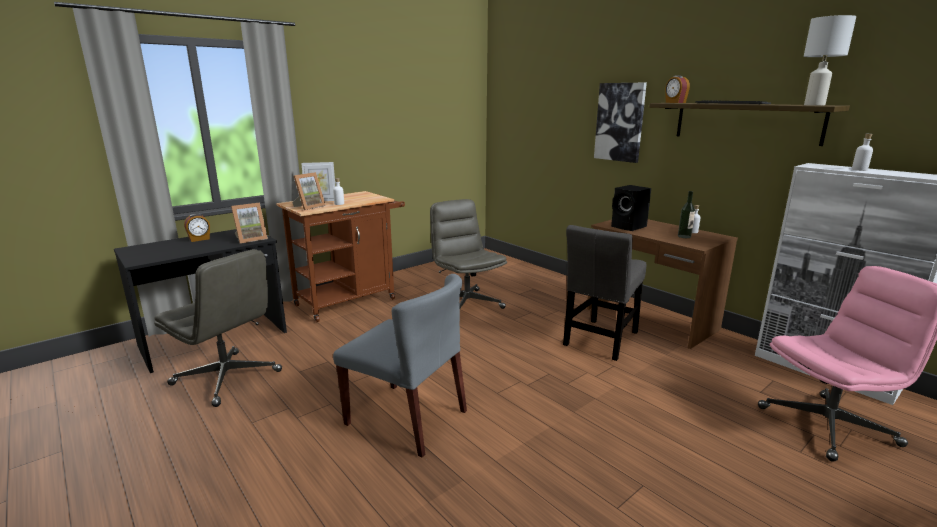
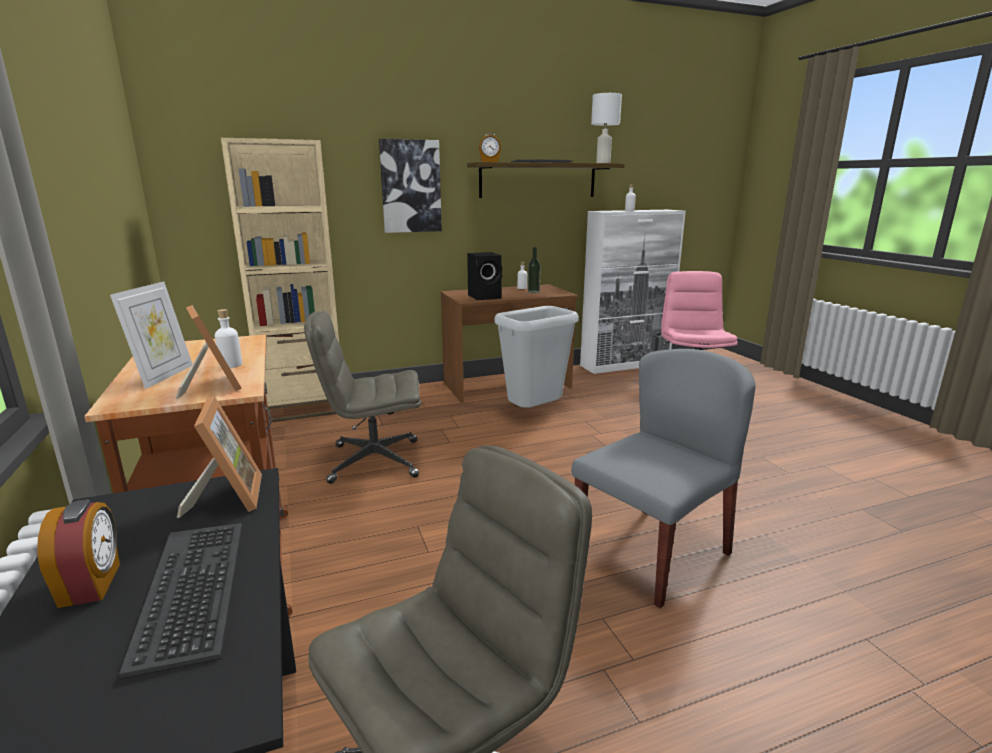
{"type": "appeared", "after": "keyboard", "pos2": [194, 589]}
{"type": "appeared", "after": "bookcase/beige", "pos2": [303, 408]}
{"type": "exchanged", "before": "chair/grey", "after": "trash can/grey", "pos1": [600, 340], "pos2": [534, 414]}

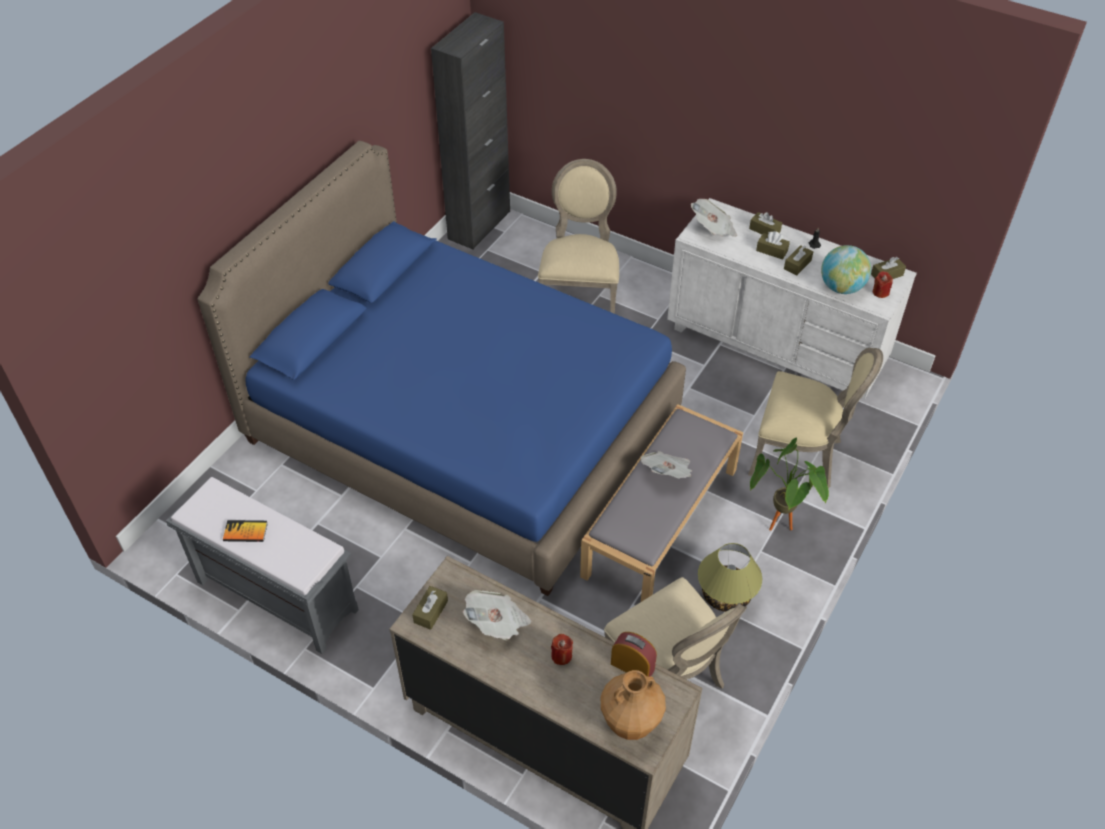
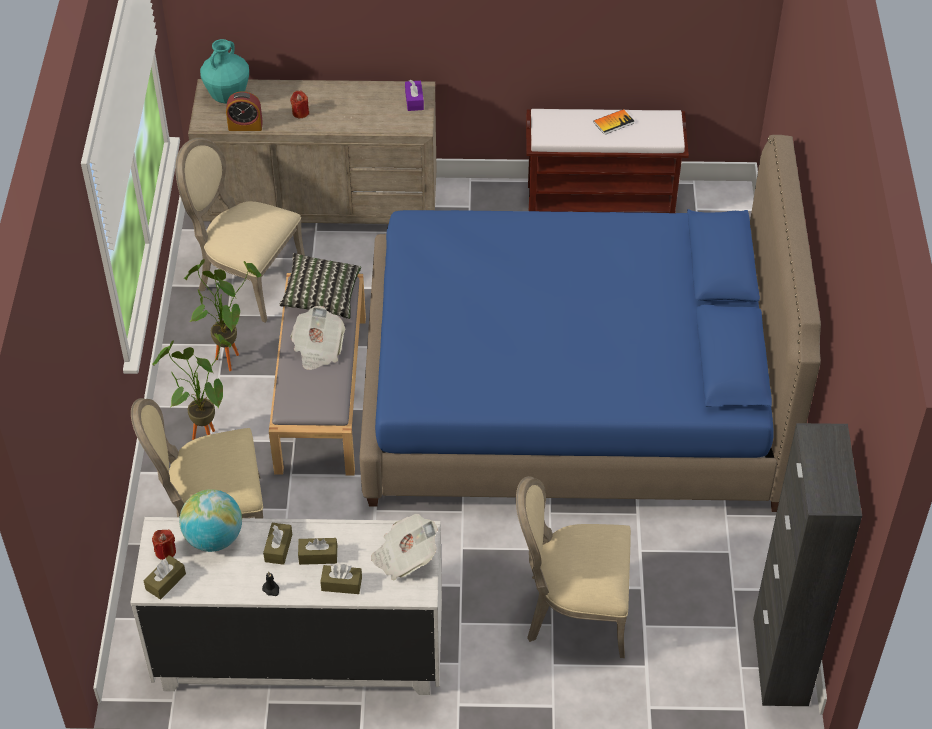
{"type": "missing", "before": "newspaper", "pos1": [498, 623]}
{"type": "appeared", "after": "pillow", "pos2": [322, 296]}
{"type": "exchanged", "before": "table lamp", "after": "potted plant", "pos1": [726, 595], "pos2": [228, 356]}
{"type": "colour", "before": "bench/grey", "after": "bench/brown", "pos1": [275, 595], "pos2": [602, 202]}
{"type": "colour", "before": "tissue box/brown", "after": "tissue box/purple", "pos1": [431, 611], "pos2": [414, 100]}
{"type": "colour", "before": "vase/brown", "after": "vase/turquoise", "pos1": [630, 723], "pos2": [228, 96]}
{"type": "spun", "before": "chair/beige", "pos1": [579, 296], "pos2": [573, 610], "turn": 120}

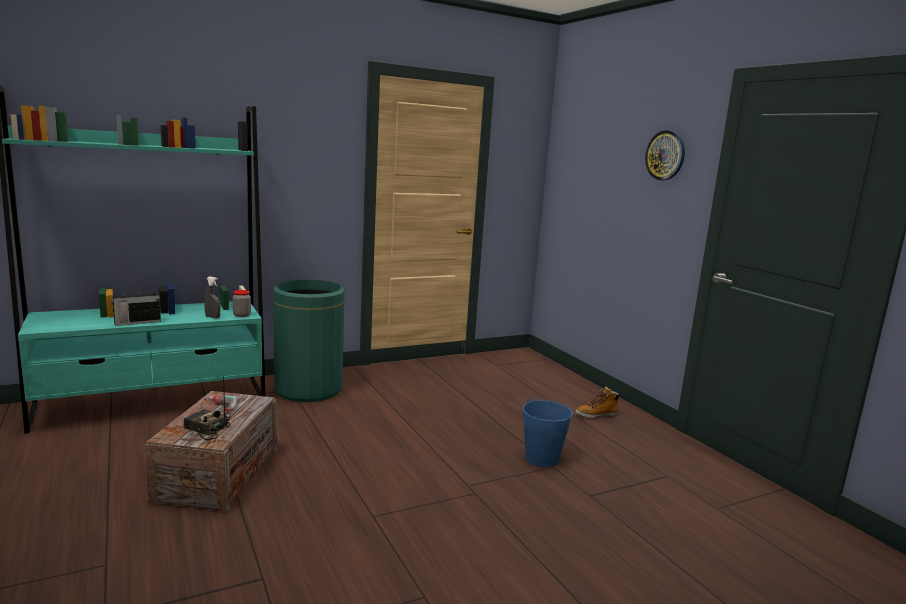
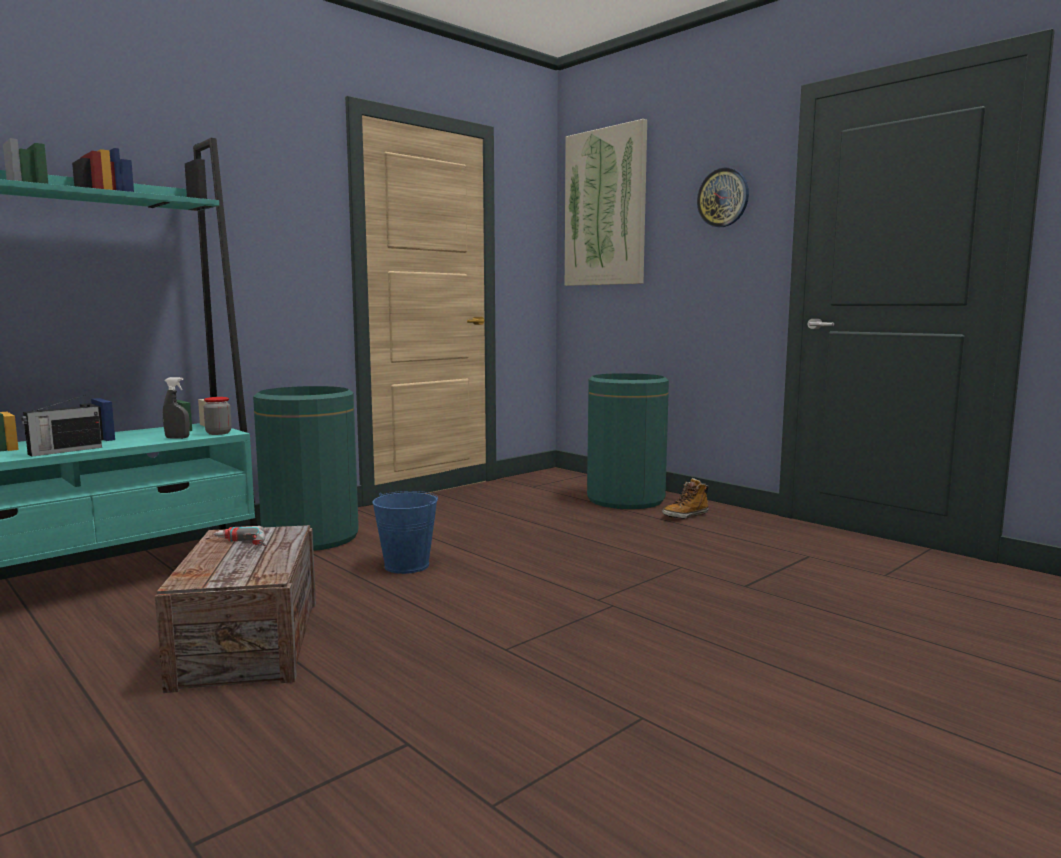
{"type": "missing", "before": "radio", "pos1": [206, 429]}
{"type": "appeared", "after": "picture", "pos2": [605, 208]}
{"type": "appeared", "after": "trash can/green", "pos2": [625, 499]}
{"type": "relocated", "before": "bucket/blue", "pos1": [542, 458], "pos2": [406, 566]}

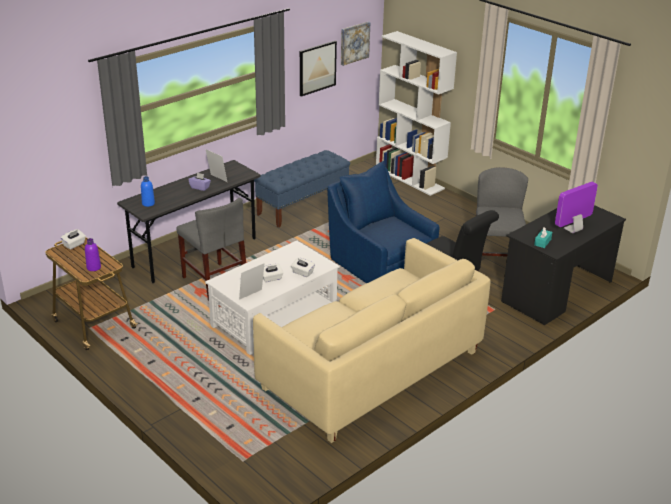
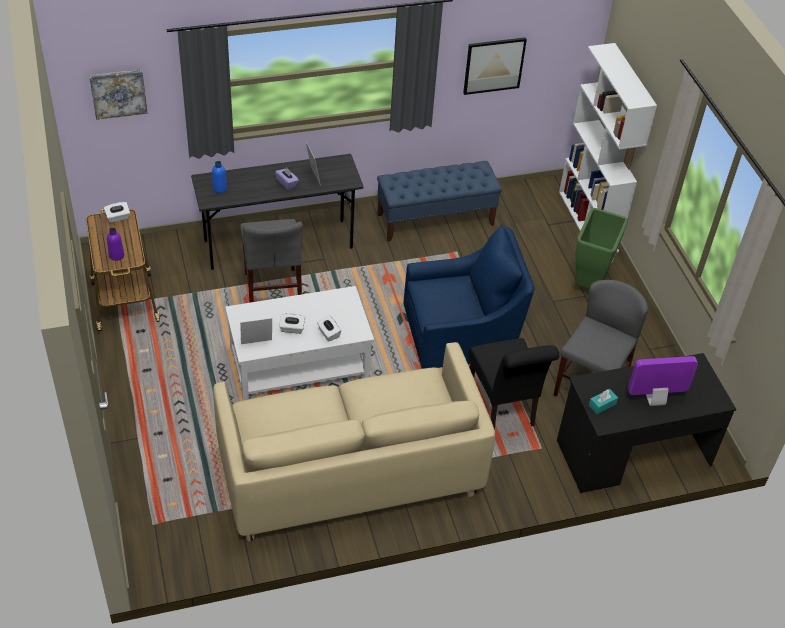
{"type": "appeared", "after": "trash can/green", "pos2": [589, 284]}
{"type": "relocated", "before": "picture", "pos1": [354, 43], "pos2": [118, 93]}
{"type": "spun", "before": "armchair/blue", "pos1": [380, 263], "pos2": [462, 333], "turn": 90}

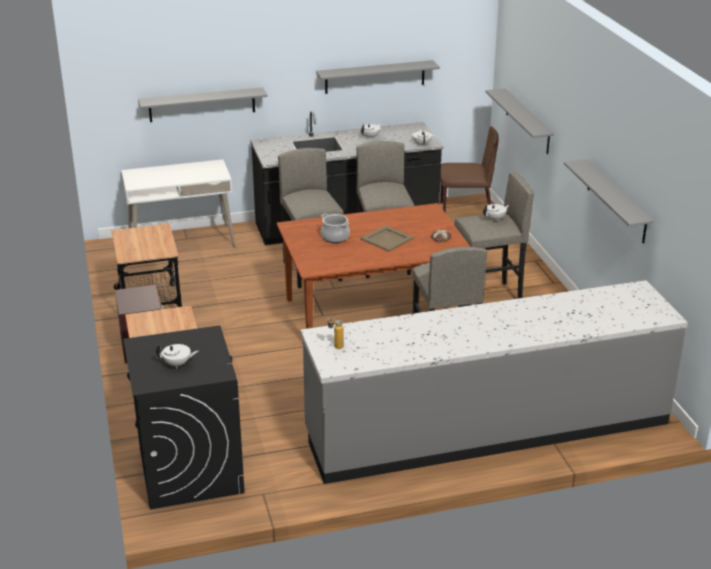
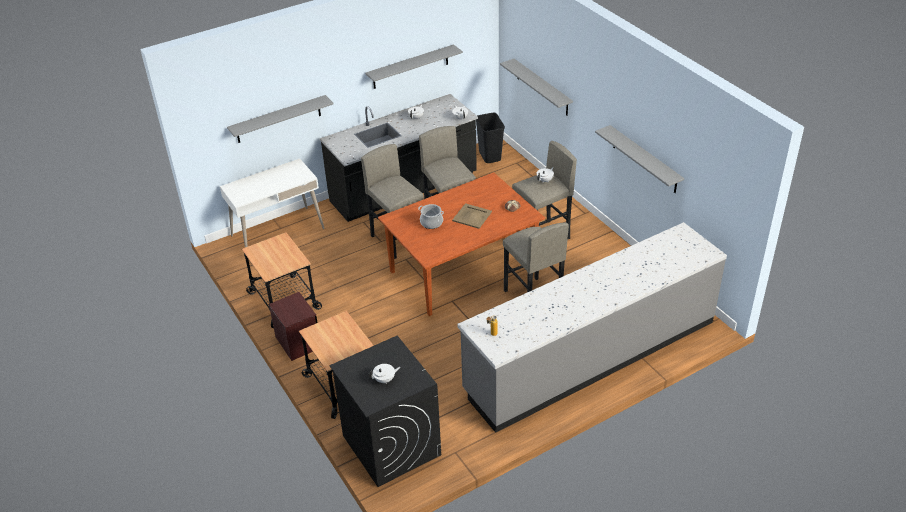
{"type": "exchanged", "before": "chair/brown", "after": "trash can/black", "pos1": [465, 211], "pos2": [490, 156]}

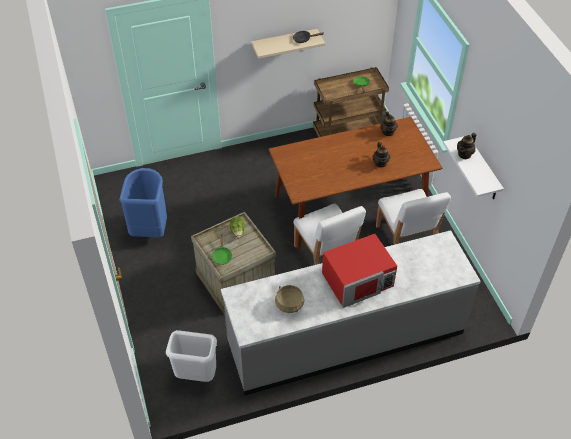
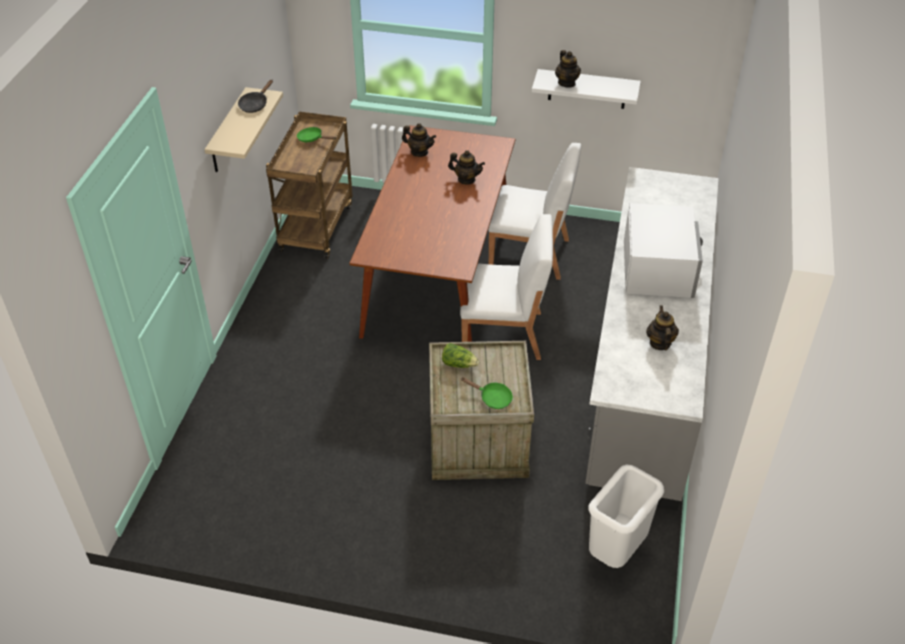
{"type": "missing", "before": "trash can/blue", "pos1": [150, 229]}
{"type": "exchanged", "before": "cooking pot/beige", "after": "teapot", "pos1": [289, 304], "pos2": [660, 343]}
{"type": "colour", "before": "microwave/red", "after": "microwave/white", "pos1": [358, 280], "pos2": [657, 267]}

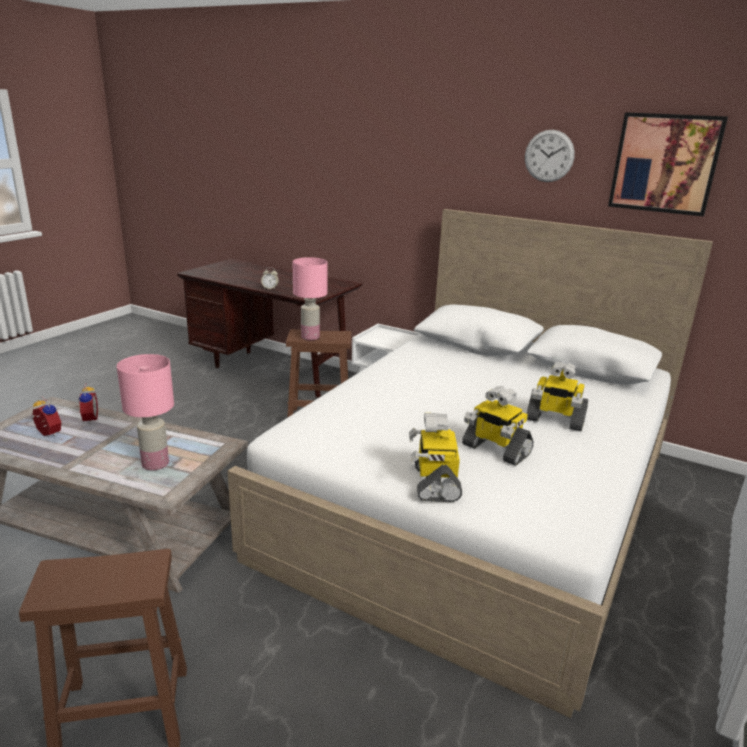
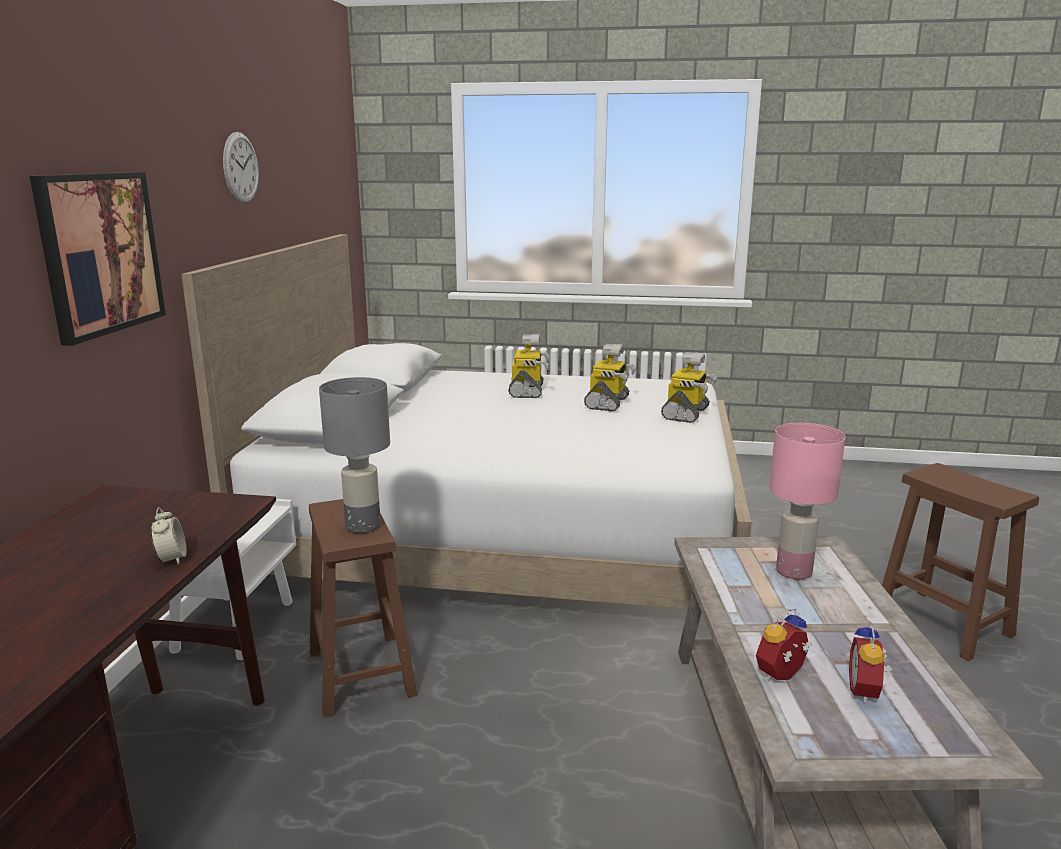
{"type": "relocated", "before": "picture", "pos1": [665, 163], "pos2": [100, 253]}
{"type": "colour", "before": "table lamp/pink", "after": "table lamp/grey", "pos1": [311, 337], "pos2": [363, 526]}
{"type": "spun", "before": "toy robot", "pos1": [434, 482], "pos2": [686, 414], "turn": -45}

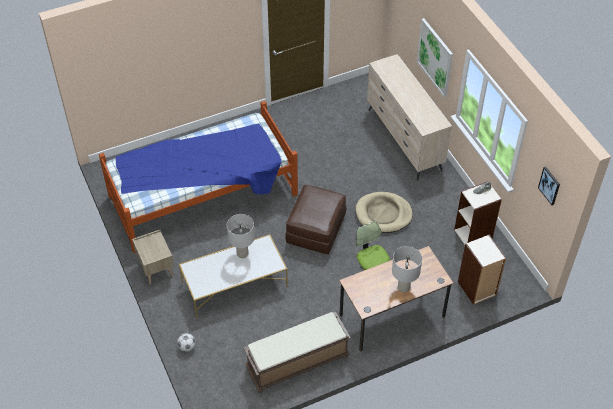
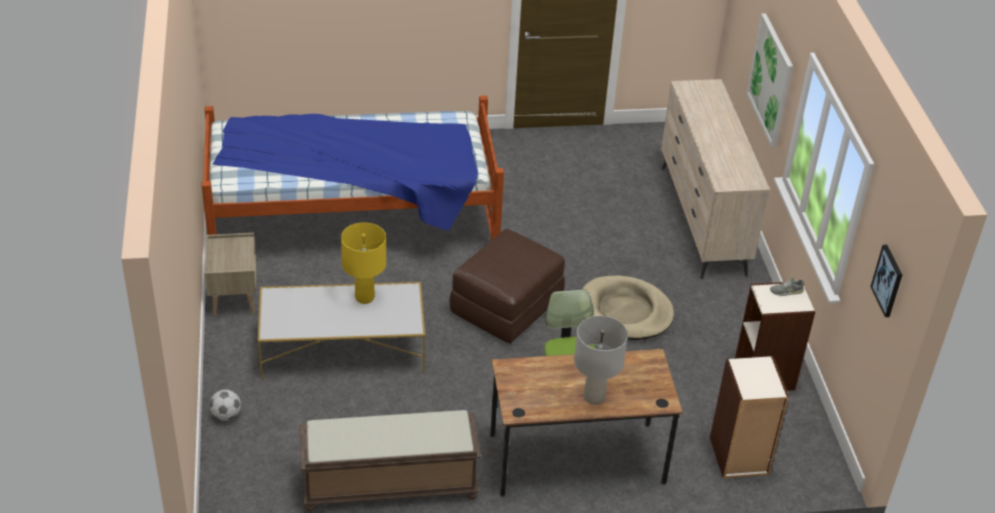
{"type": "colour", "before": "table lamp/grey", "after": "table lamp/yellow", "pos1": [242, 254], "pos2": [365, 298]}

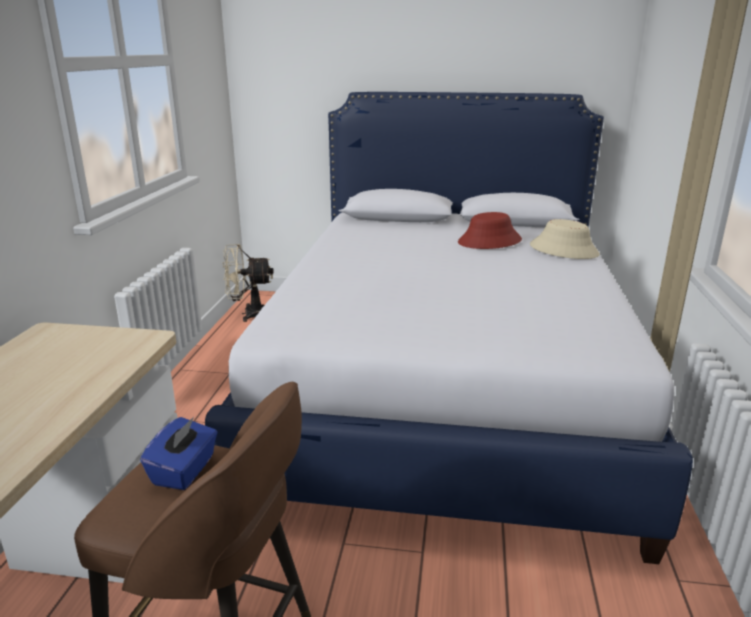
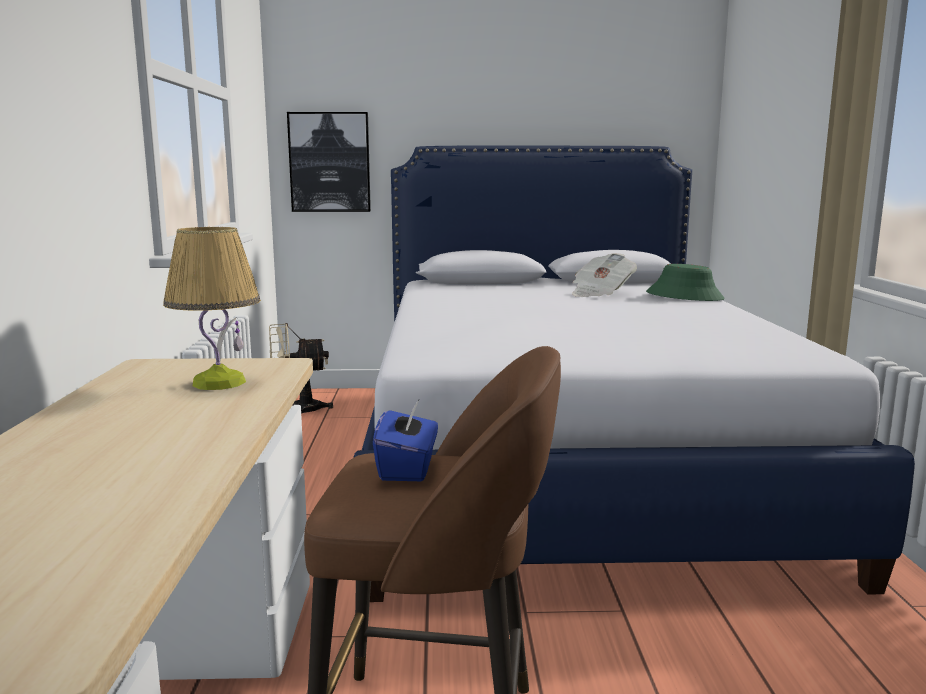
{"type": "appeared", "after": "table lamp", "pos2": [218, 383]}
{"type": "appeared", "after": "picture", "pos2": [330, 162]}
{"type": "exchanged", "before": "hat/red", "after": "newspaper", "pos1": [489, 241], "pos2": [600, 293]}
{"type": "colour", "before": "hat/beige", "after": "hat/green", "pos1": [563, 250], "pos2": [684, 296]}

